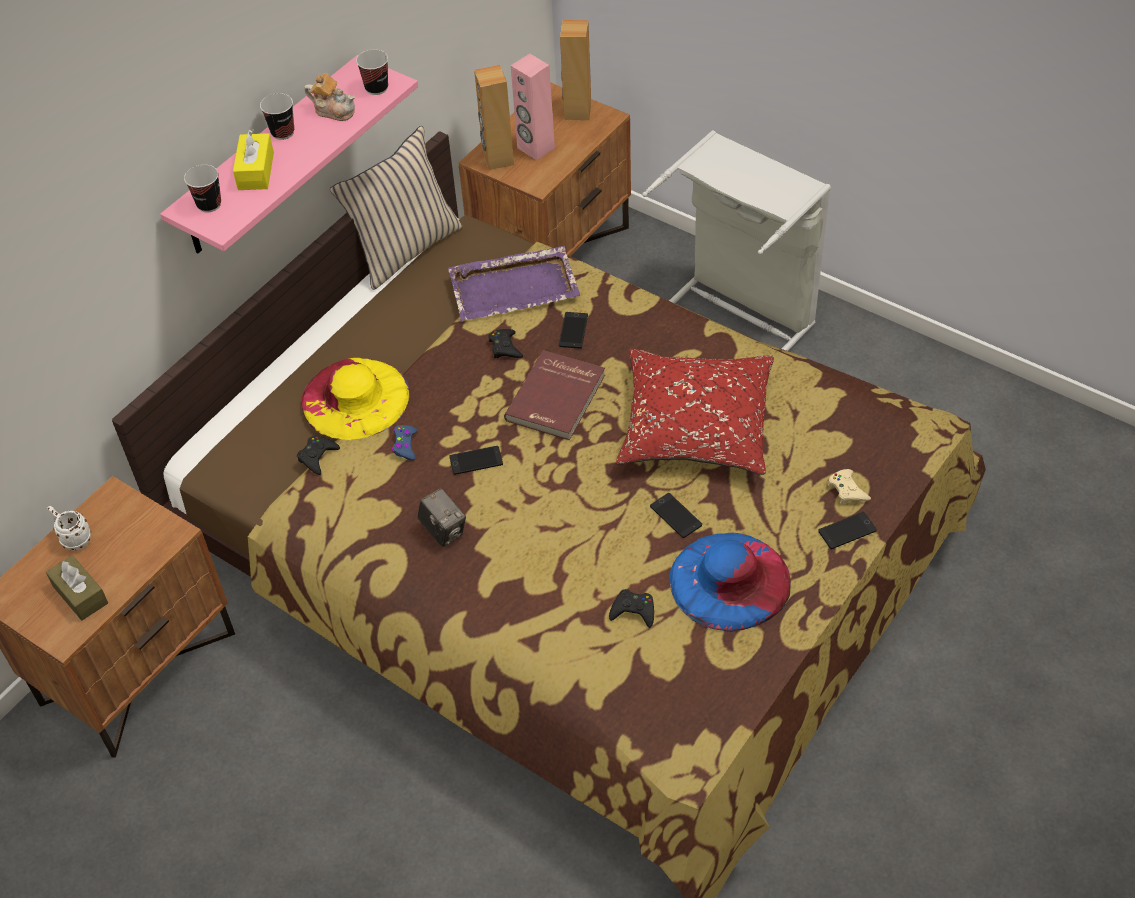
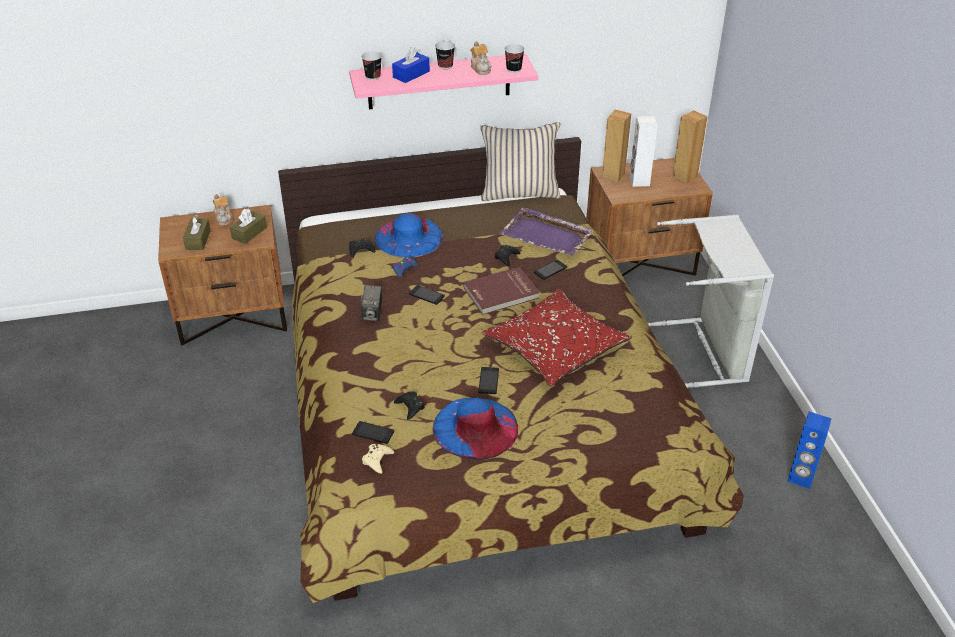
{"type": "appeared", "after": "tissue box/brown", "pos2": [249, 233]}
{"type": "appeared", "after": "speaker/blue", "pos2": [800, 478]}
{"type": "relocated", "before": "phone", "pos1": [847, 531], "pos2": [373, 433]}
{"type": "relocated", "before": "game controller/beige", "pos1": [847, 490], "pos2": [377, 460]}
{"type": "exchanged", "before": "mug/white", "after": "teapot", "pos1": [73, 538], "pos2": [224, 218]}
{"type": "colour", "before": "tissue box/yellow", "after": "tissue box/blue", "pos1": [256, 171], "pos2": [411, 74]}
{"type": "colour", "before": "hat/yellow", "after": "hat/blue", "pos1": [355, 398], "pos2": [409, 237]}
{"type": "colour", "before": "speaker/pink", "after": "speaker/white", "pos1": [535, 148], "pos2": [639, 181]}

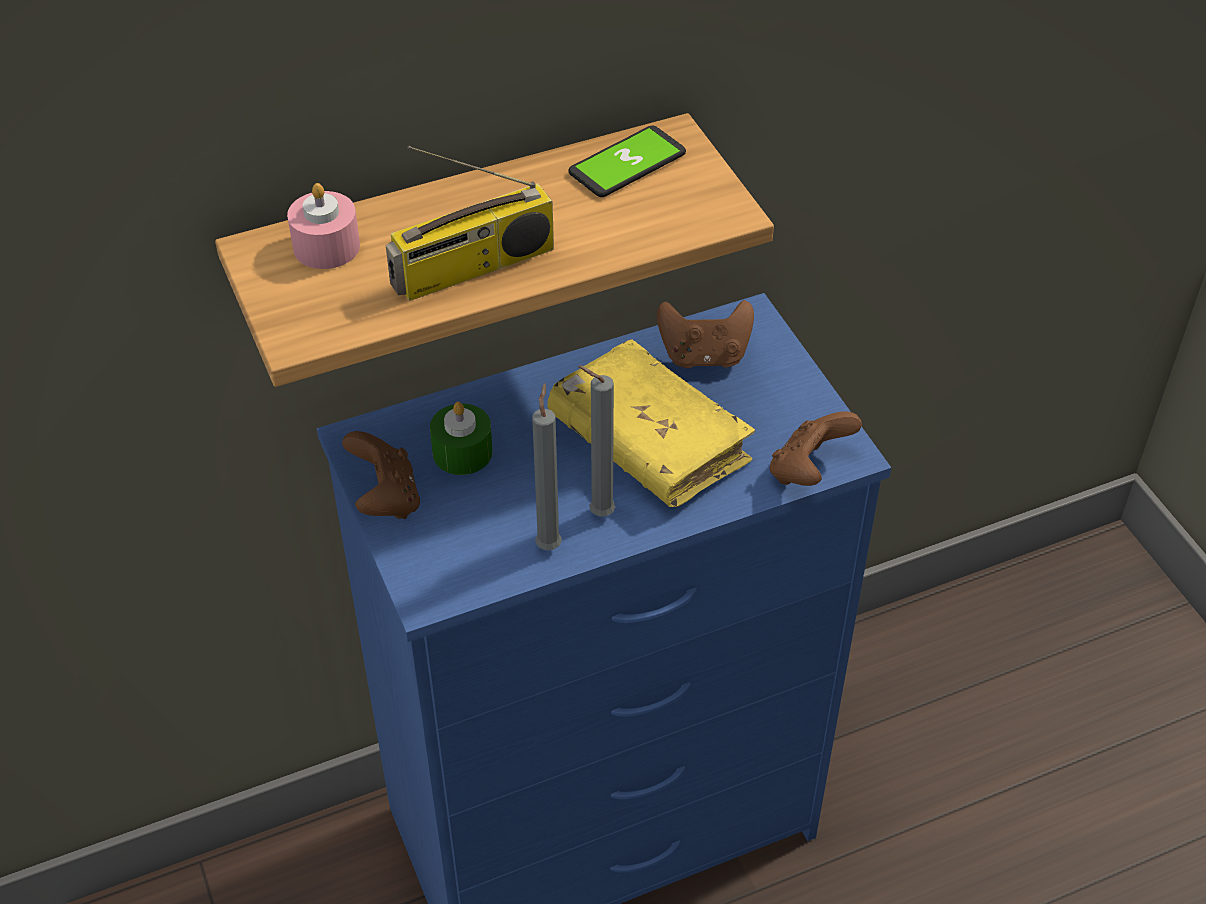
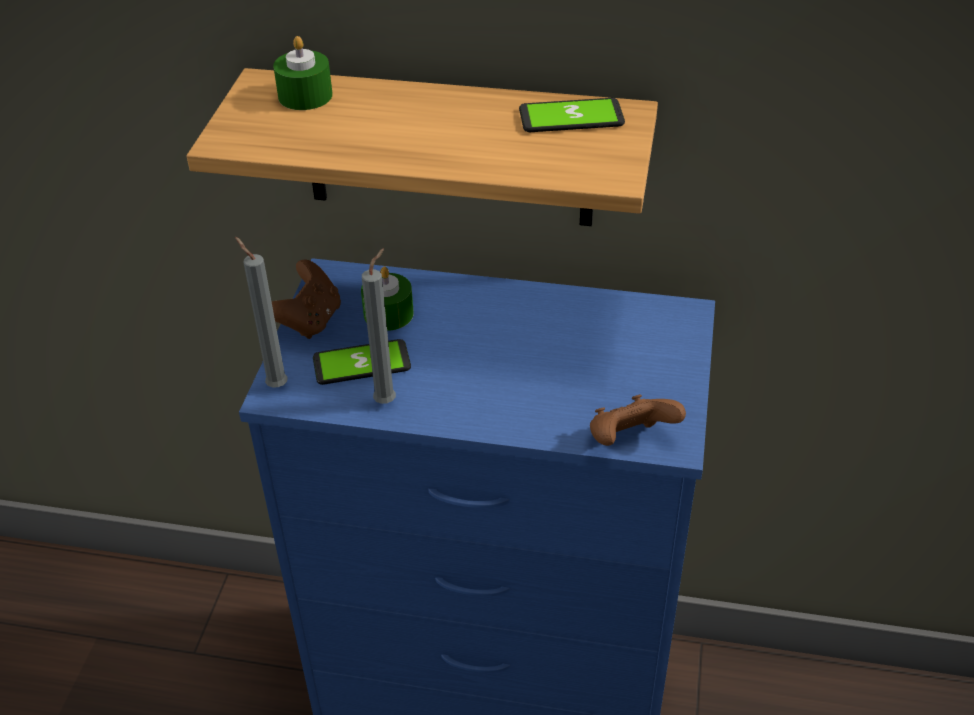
{"type": "missing", "before": "radio", "pos1": [473, 269]}
{"type": "missing", "before": "book/yellow", "pos1": [648, 442]}
{"type": "missing", "before": "game controller/brown", "pos1": [704, 356]}
{"type": "appeared", "after": "phone", "pos2": [361, 363]}
{"type": "relocated", "before": "candle/grey", "pos1": [597, 513], "pos2": [275, 385]}
{"type": "colour", "before": "candle/pink", "after": "candle/green", "pos1": [326, 246], "pos2": [305, 95]}

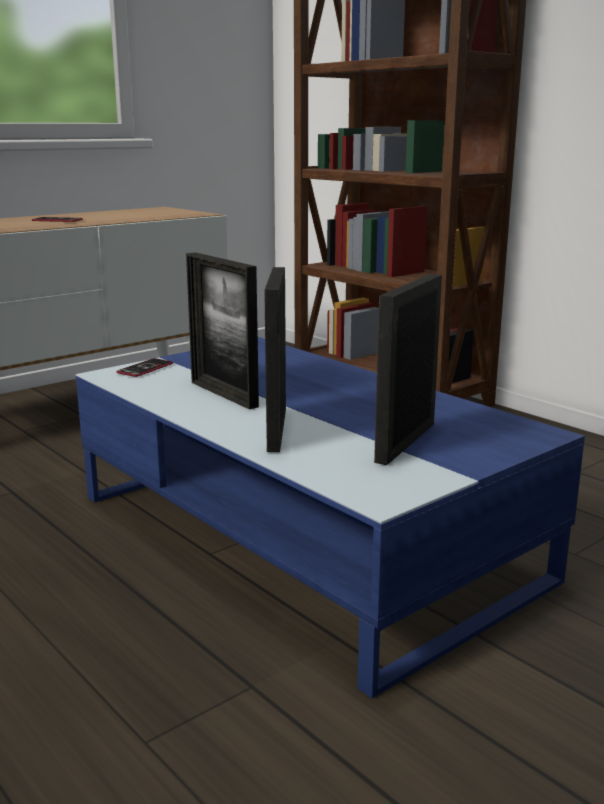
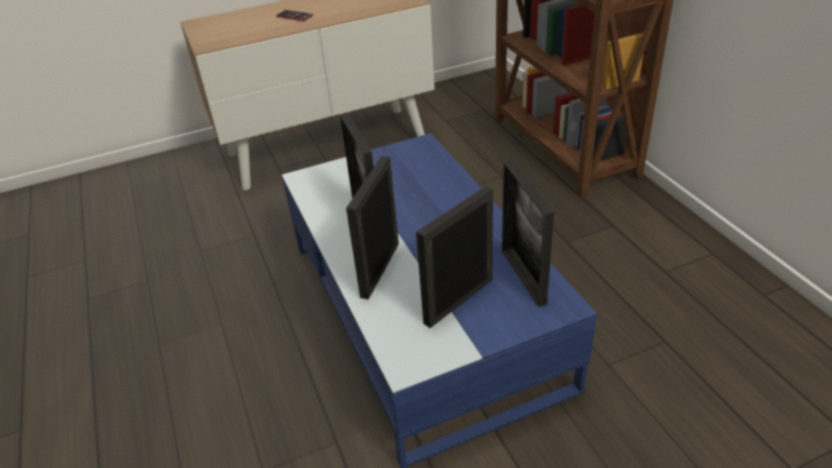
{"type": "missing", "before": "phone", "pos1": [145, 369]}
{"type": "appeared", "after": "picture frame", "pos2": [523, 276]}

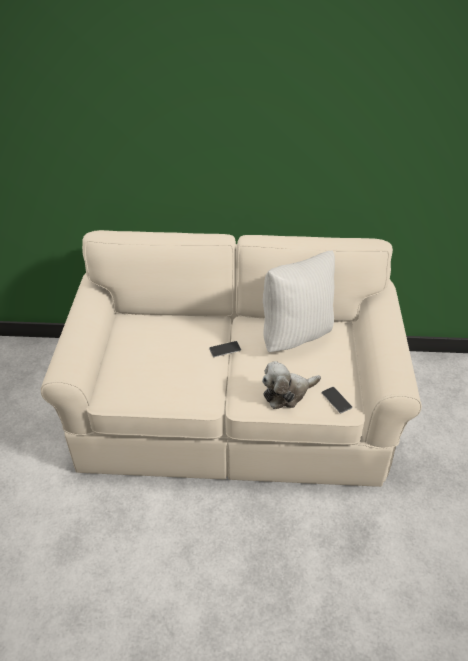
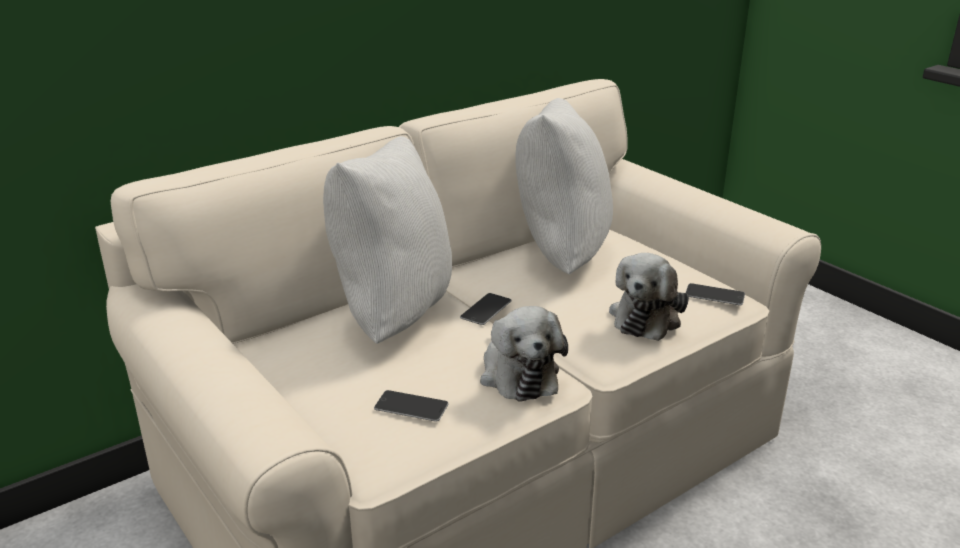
{"type": "appeared", "after": "pillow/white", "pos2": [392, 314]}
{"type": "appeared", "after": "phone", "pos2": [411, 406]}
{"type": "appeared", "after": "plush toy", "pos2": [518, 373]}

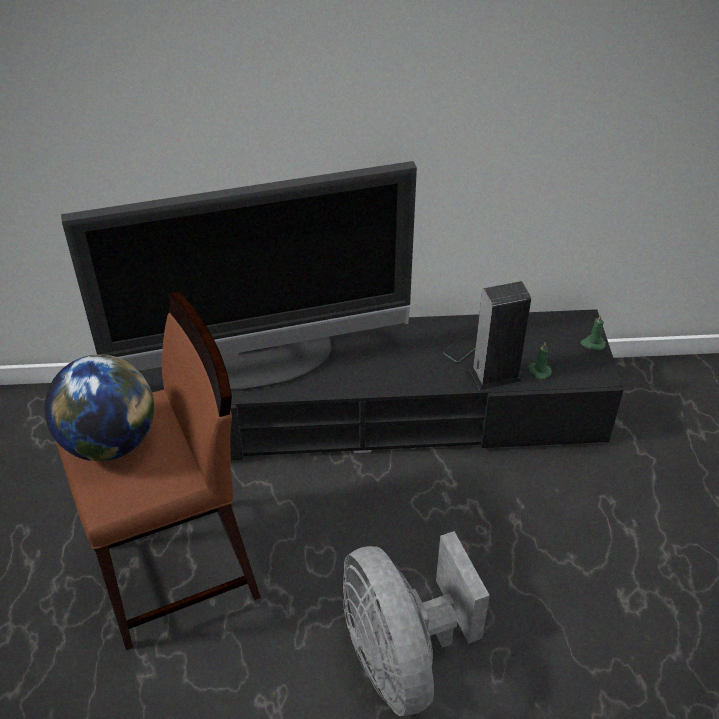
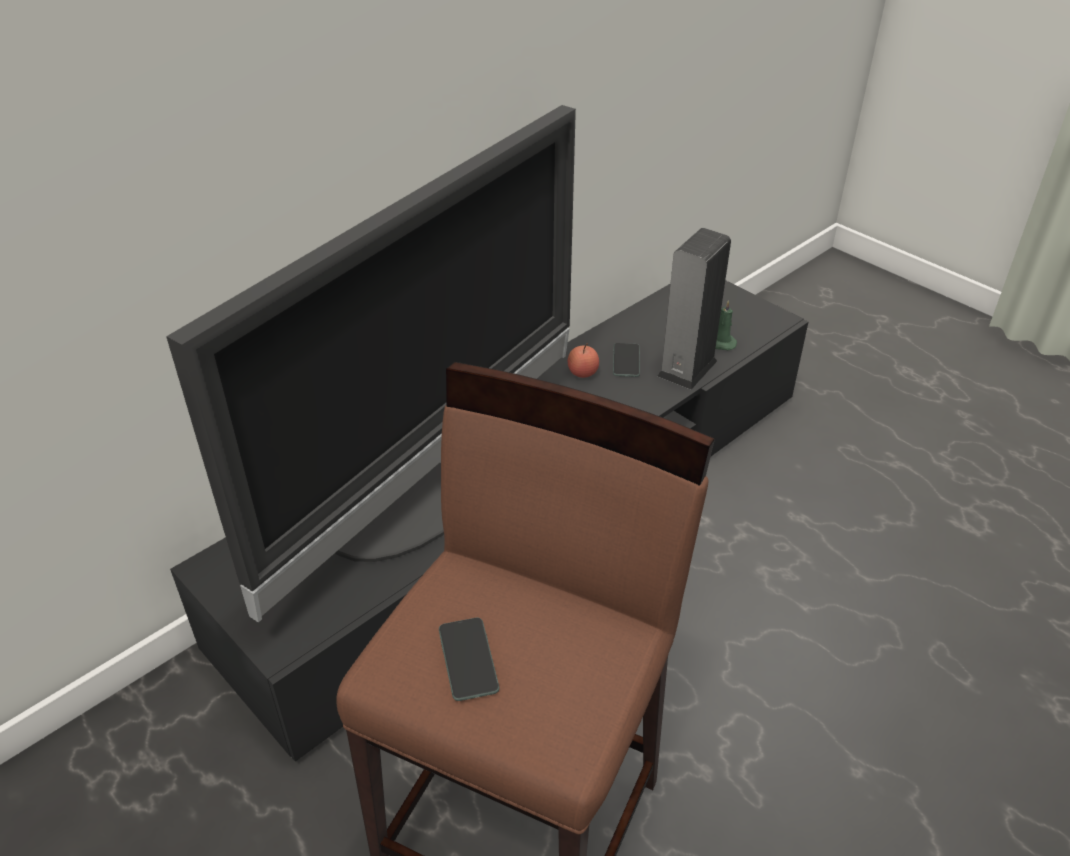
{"type": "missing", "before": "fan/grey", "pos1": [402, 657]}
{"type": "missing", "before": "candle/green", "pos1": [592, 343]}
{"type": "appeared", "after": "apple", "pos2": [582, 373]}
{"type": "exchanged", "before": "globe", "after": "phone", "pos1": [109, 442], "pos2": [468, 659]}

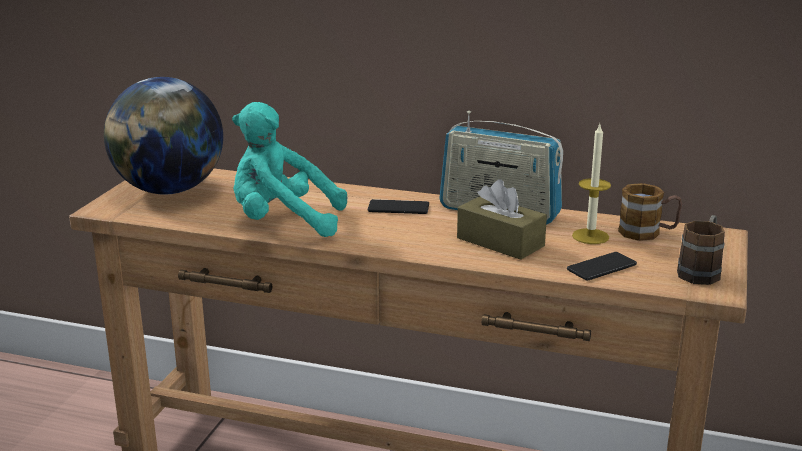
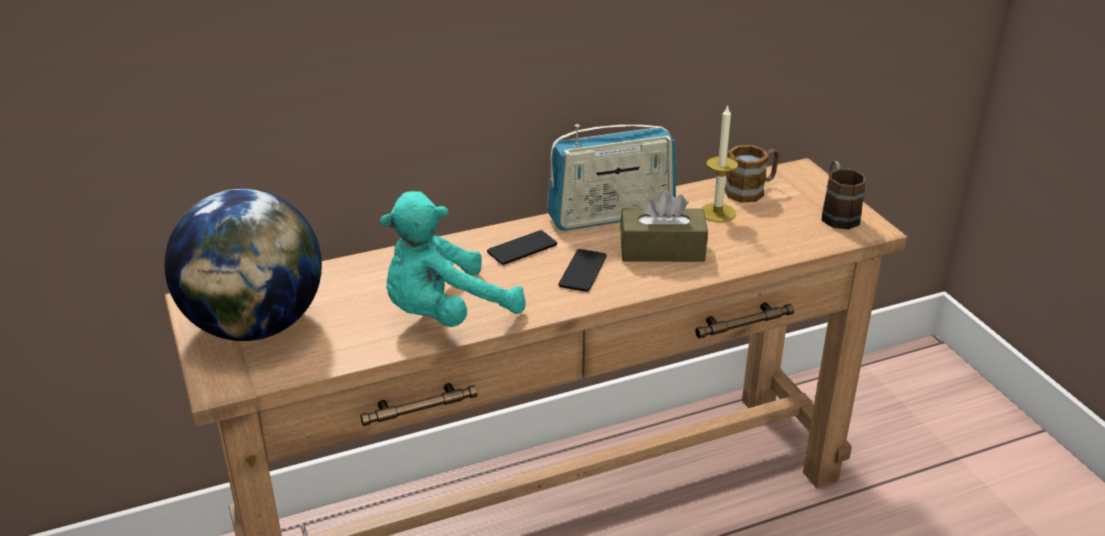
{"type": "relocated", "before": "phone", "pos1": [601, 267], "pos2": [582, 271]}

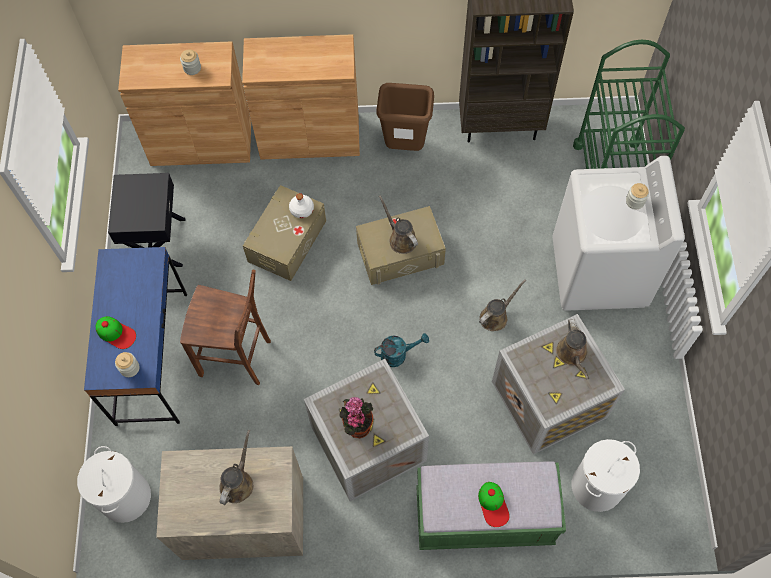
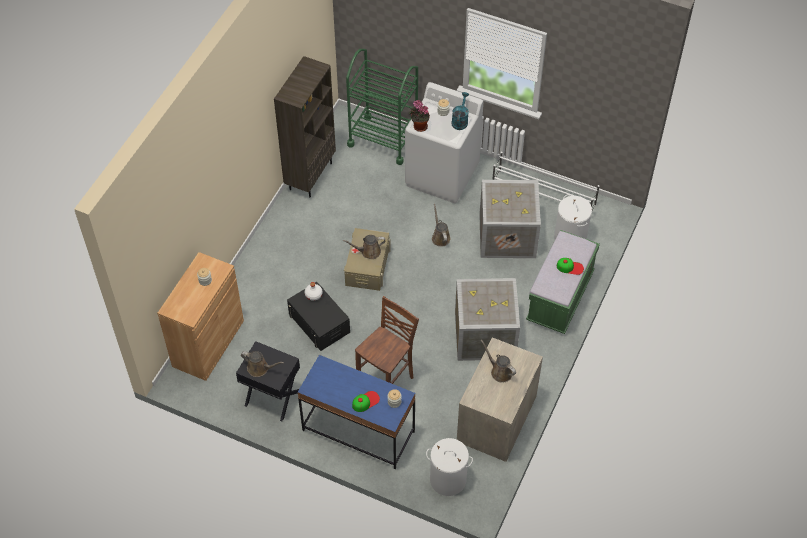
{"type": "missing", "before": "cabinet/brown", "pos1": [310, 137]}
{"type": "missing", "before": "trash can/brown", "pos1": [405, 146]}
{"type": "appeared", "after": "shoe rack/white", "pos2": [543, 195]}
{"type": "relocated", "before": "potted plant", "pos1": [357, 425], "pos2": [419, 127]}
{"type": "relocated", "before": "watering can/turquoise", "pos1": [398, 354], "pos2": [460, 120]}
{"type": "relocated", "before": "watering can/brown", "pos1": [572, 354], "pos2": [260, 368]}
{"type": "colour", "before": "storage box/beige", "after": "storage box/black", "pos1": [287, 241], "pos2": [319, 323]}

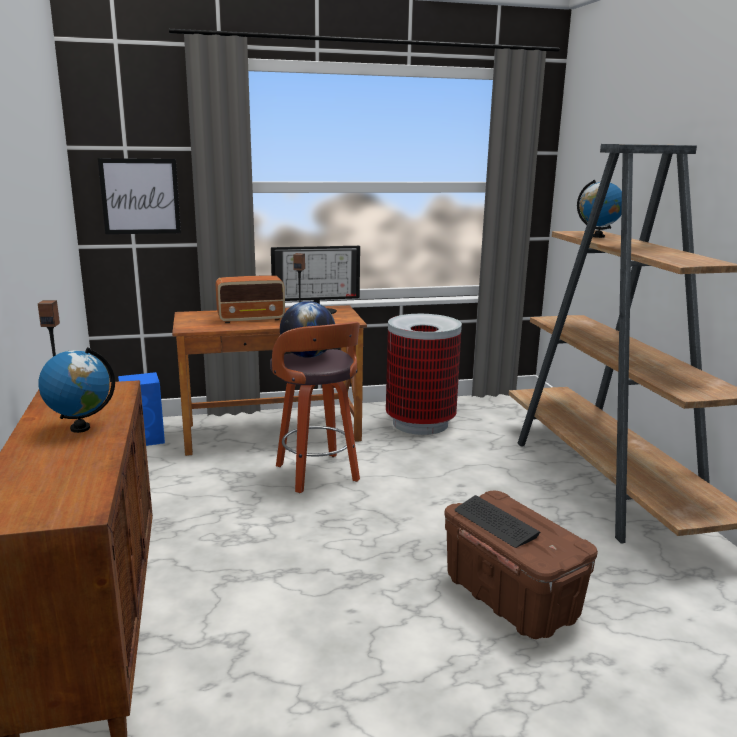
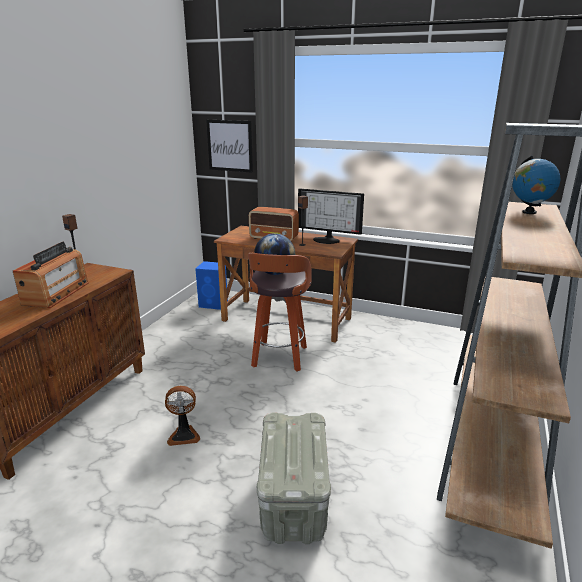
{"type": "missing", "before": "trash can", "pos1": [420, 423]}
{"type": "missing", "before": "keyboard", "pos1": [495, 523]}
{"type": "appeared", "after": "fan", "pos2": [184, 435]}
{"type": "exchanged", "before": "globe", "after": "radio", "pos1": [80, 428], "pos2": [56, 293]}
{"type": "colour", "before": "storage box/brown", "after": "storage box/grey", "pos1": [512, 598], "pos2": [294, 501]}

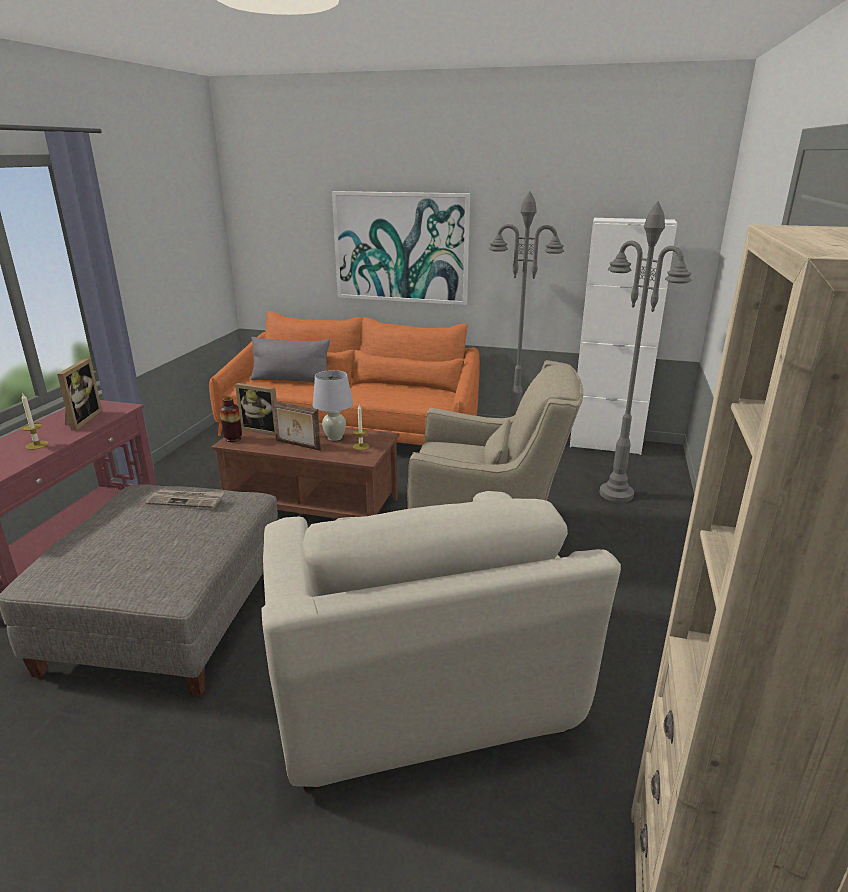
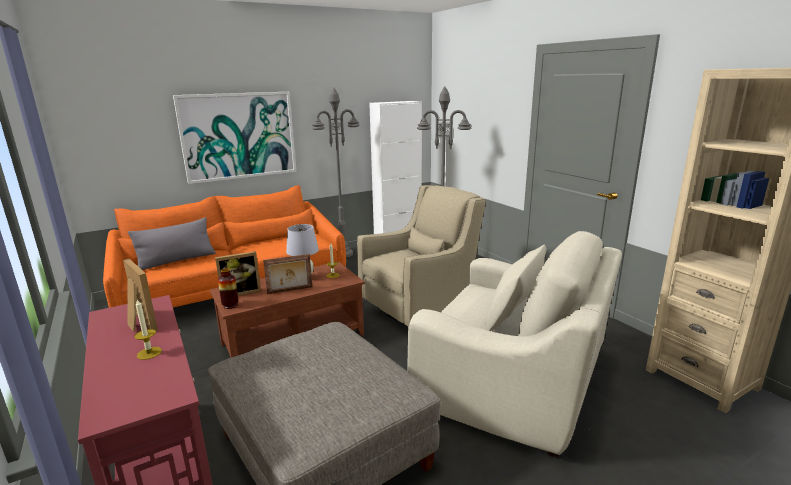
{"type": "missing", "before": "newspaper", "pos1": [186, 500]}

